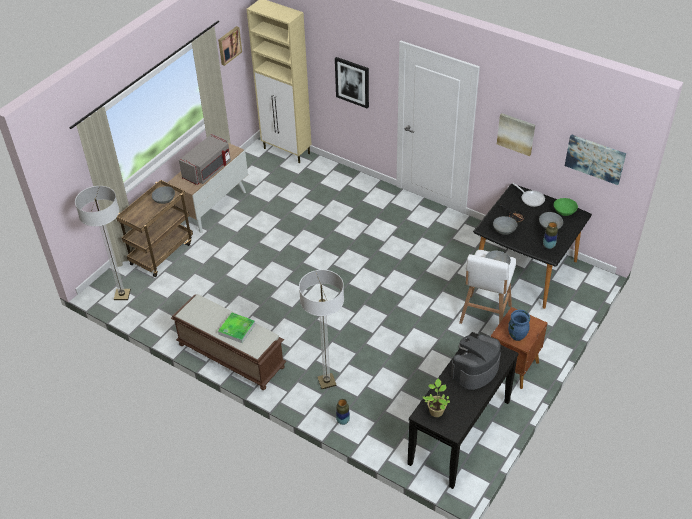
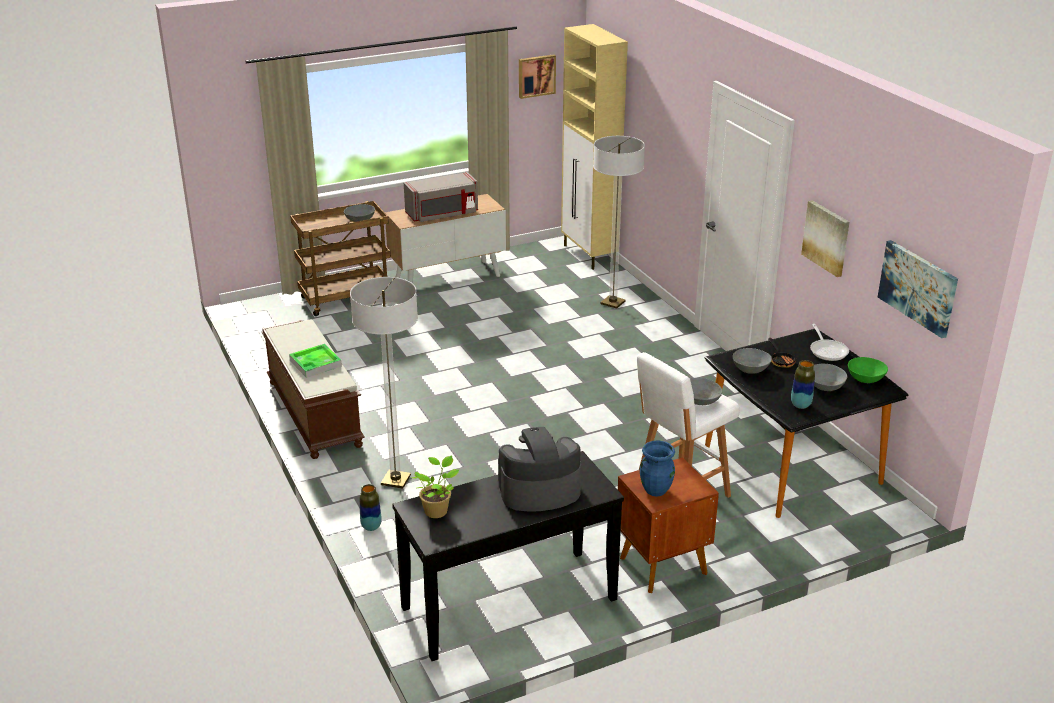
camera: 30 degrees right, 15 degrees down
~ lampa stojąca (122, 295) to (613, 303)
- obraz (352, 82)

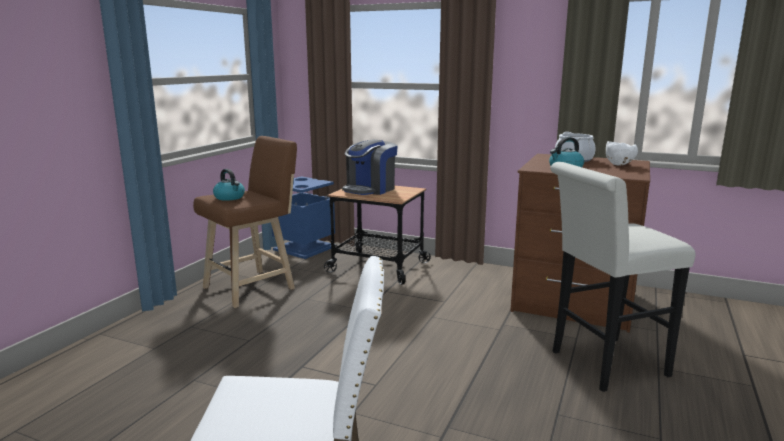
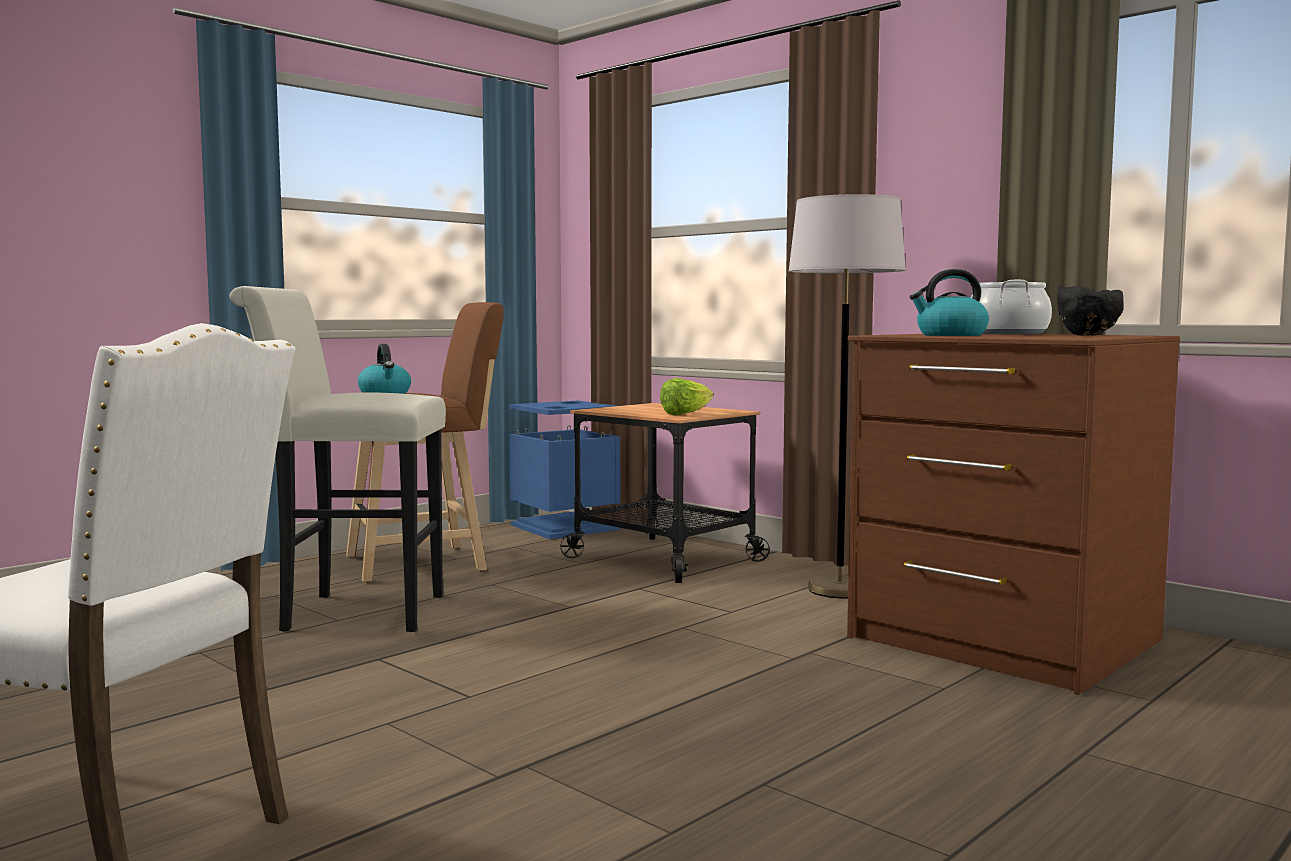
camera: 20 degrees right, 10 degrees down
~ stołek/biały (602, 365) to (351, 613)
+ sałata (685, 414)
+ lampa stojąca/szary (840, 590)
~ miska/biały (619, 164) to miska/czarny (1088, 335)
- ekspres do kawy (370, 189)

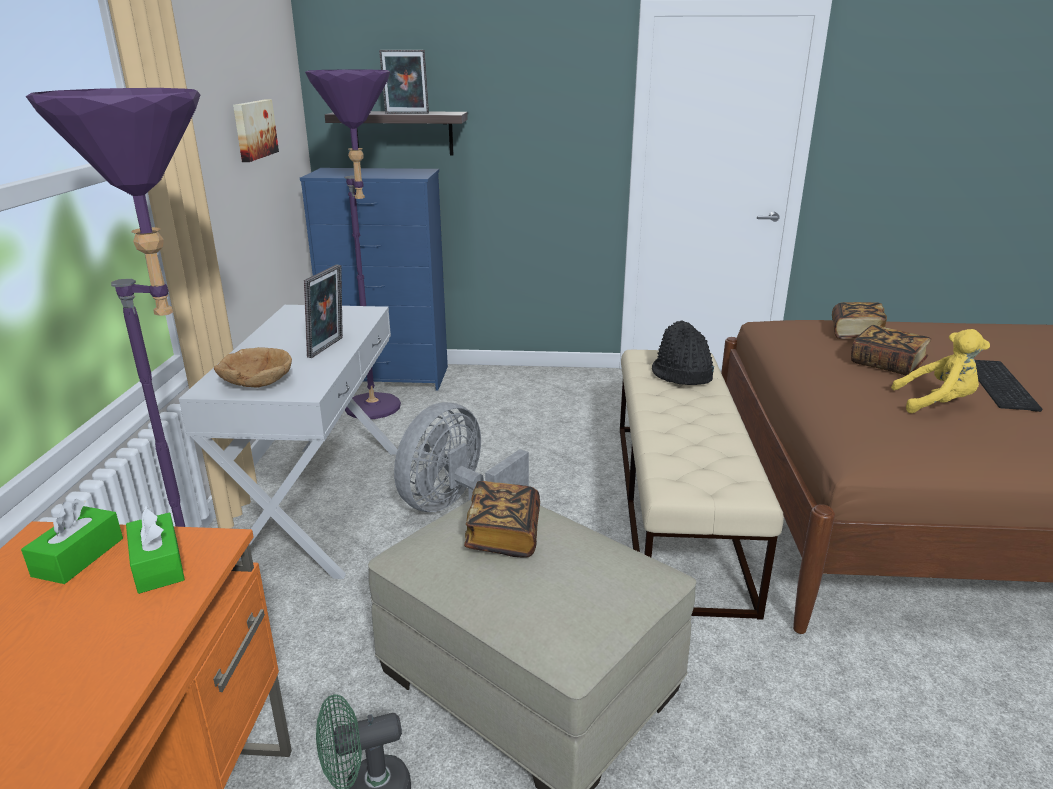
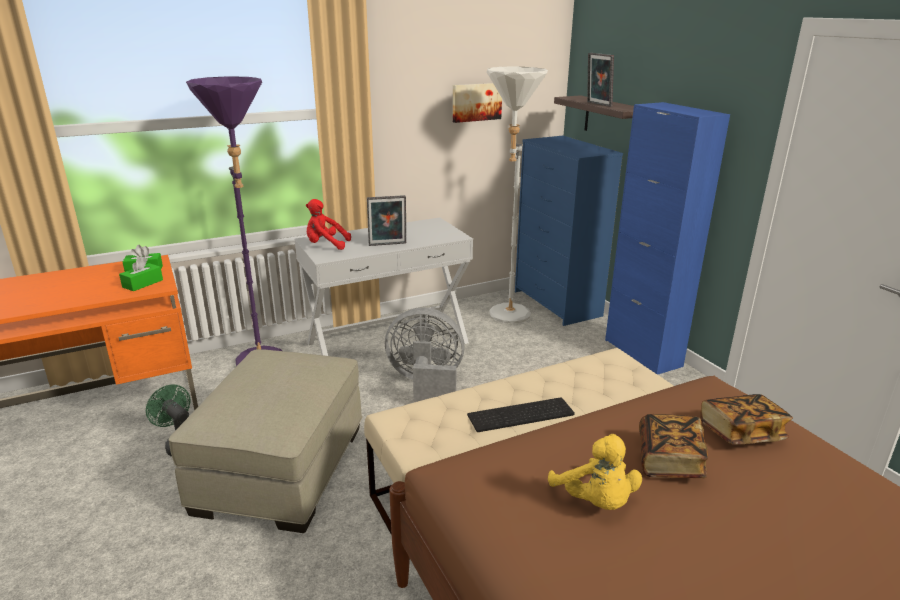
camera: 60 degrees right, 0 degrees up
~ miska/brązowy (256, 382) to pluszak/czerwony (325, 245)
~ klawiatura (1002, 385) to (520, 416)
~ lampa stojąca/fioletowy (378, 412) to lampa stojąca/biały (506, 318)
+ szafka/niebieski (642, 353)
- książka (503, 535)
- kapelusz/czarny (681, 375)

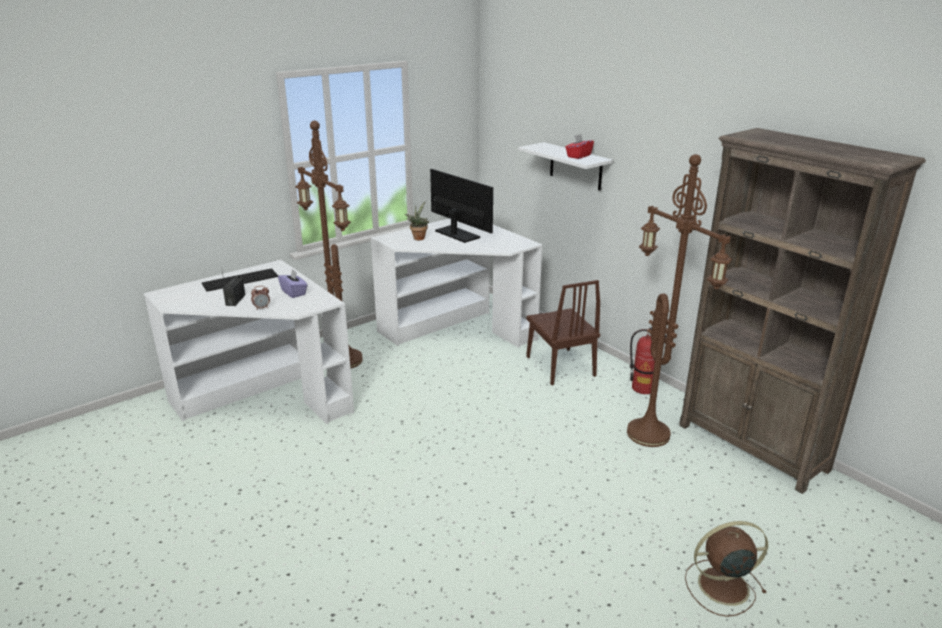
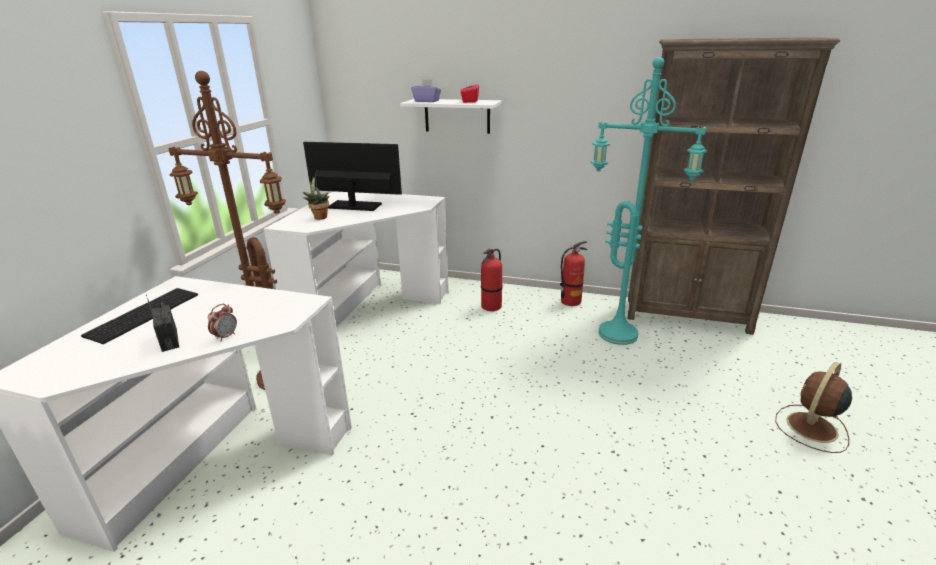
camera: 35 degrees left, 0 degrees up
~ pudełko chusteczek/fioletowy (294, 292) to (427, 101)
~ krzesło/brązowy (560, 366) to gaśnica (491, 306)
~ lampa stojąca/brązowy (651, 434) to lampa stojąca/turkusowy (620, 333)

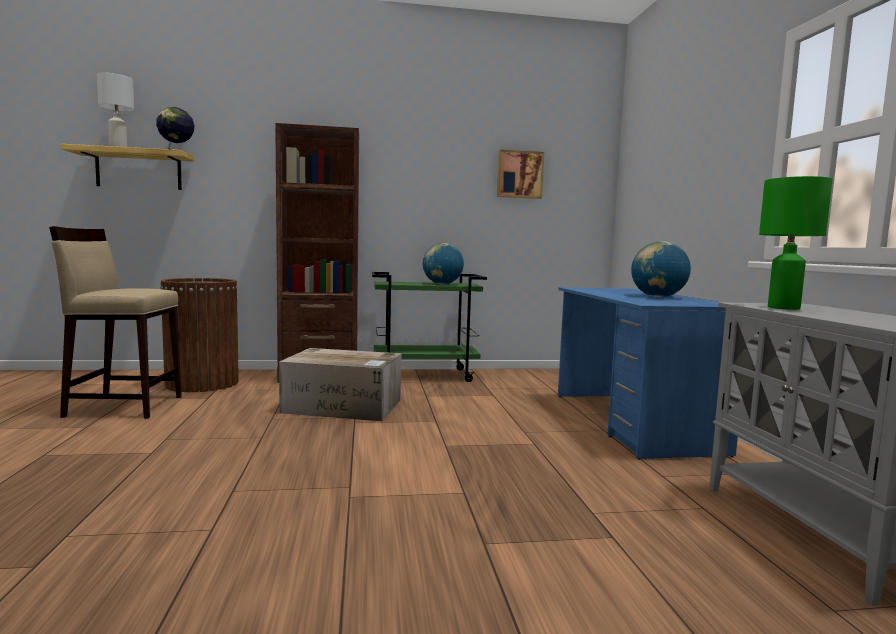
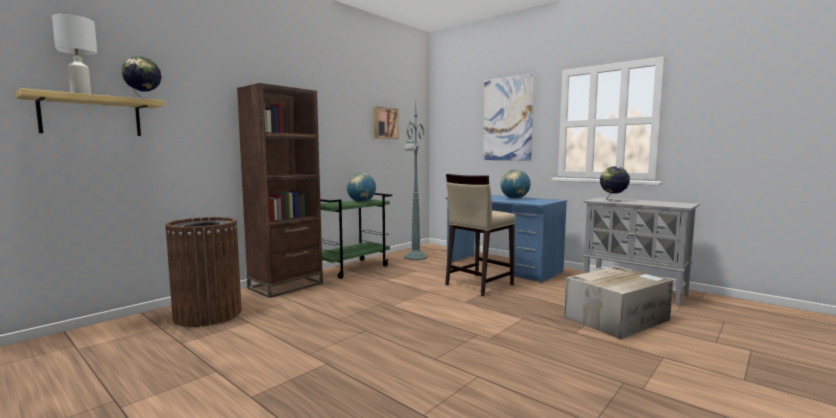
camera: 40 degrees left, 0 degrees up
+ lampa stojąca/zielony (415, 257)
~ stołek/beżowy (124, 406) to (478, 284)
+ obraz (507, 119)
~ karton (344, 406) to (617, 318)
~ lampa stołowa/zielony (784, 308) to globus (613, 201)

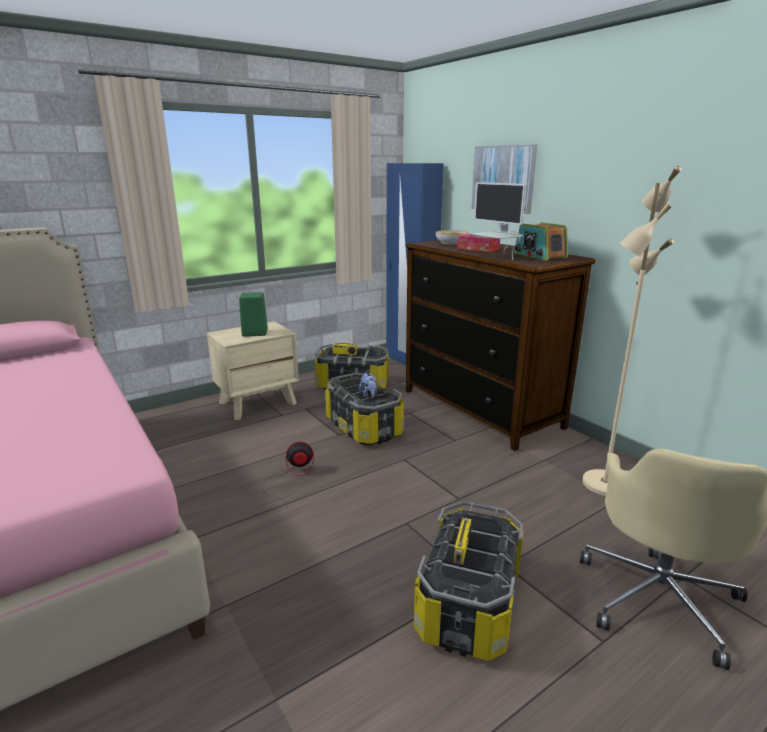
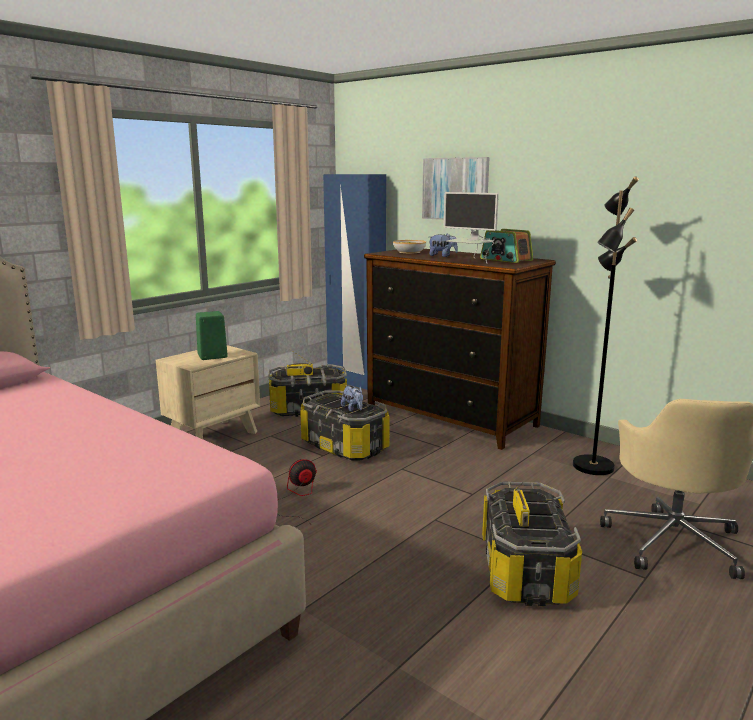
camera: 15 degrees left, 5 degrees down
~ pudełko chusteczek (478, 249) to pluszak (442, 256)
~ lampa stojąca/beżowy (603, 483) to lampa stojąca/czarny (591, 466)

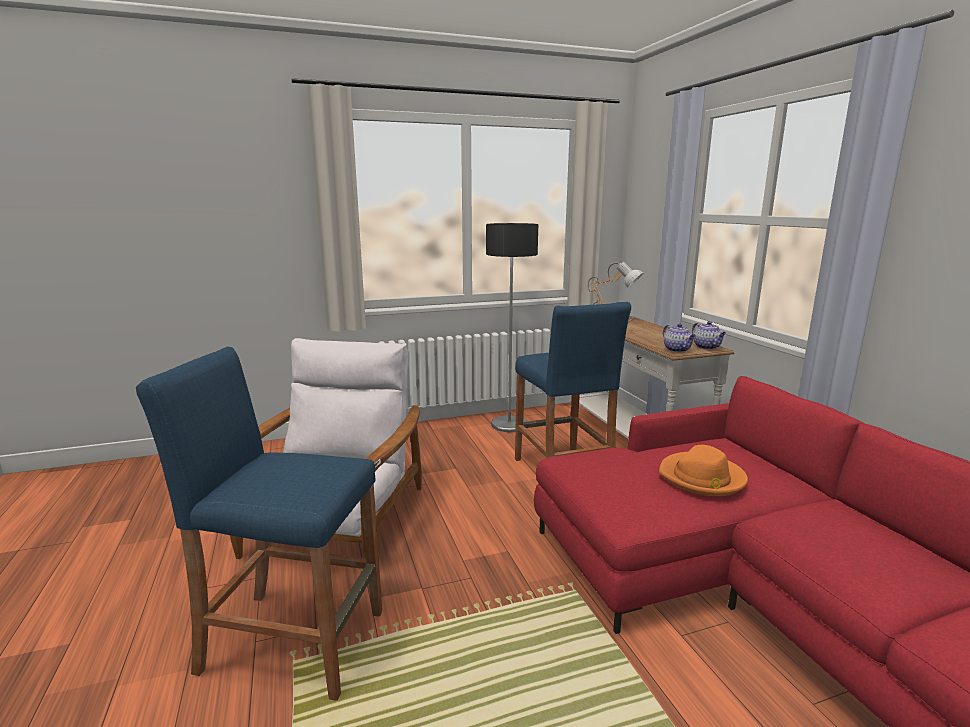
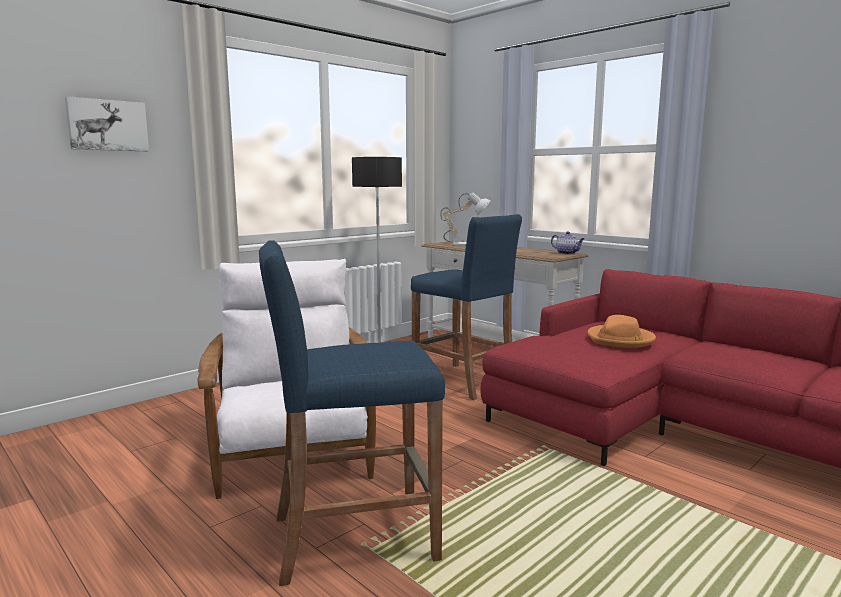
camera: 25 degrees left, 5 degrees down
+ obraz (107, 125)
- imbryk (677, 350)

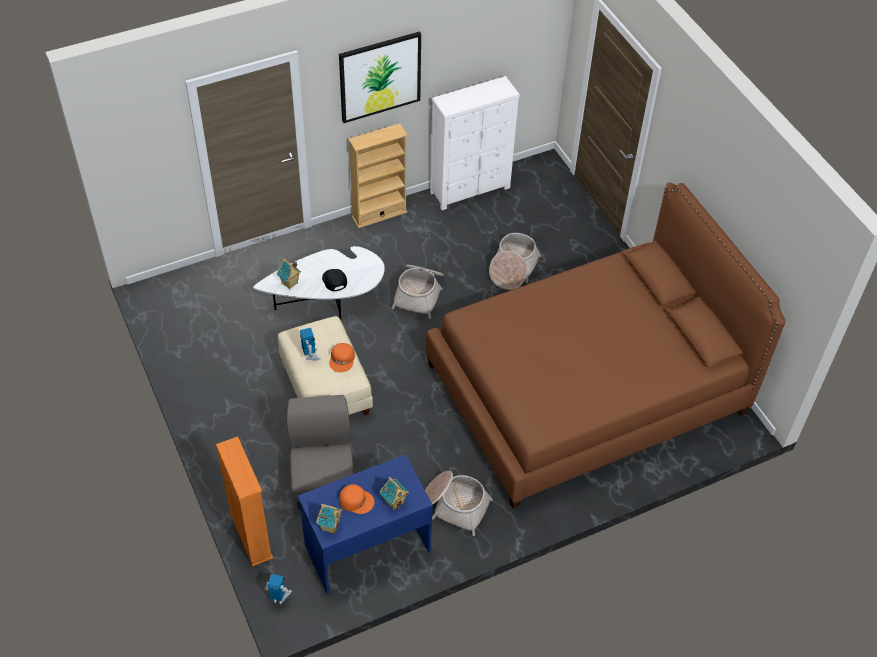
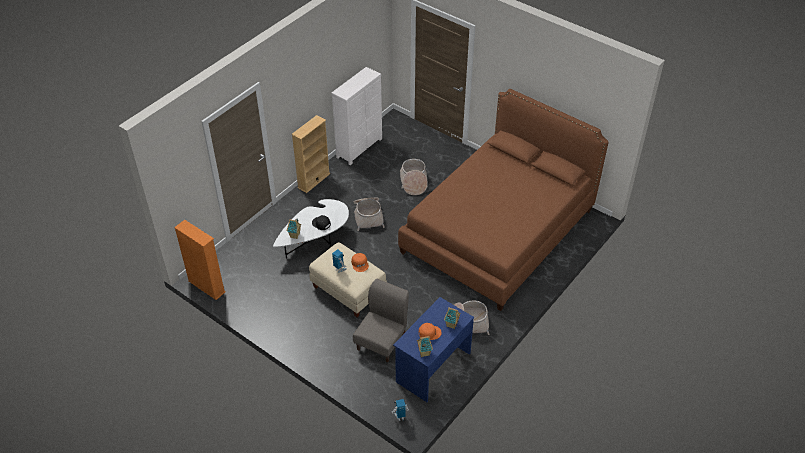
camera: 25 degrees left, 5 degrees down
~ regał/pomarańczowy (251, 536) to (206, 286)
~ krzesło/szary (323, 481) = (382, 341) 60 degrees clockwise
- obraz (380, 76)

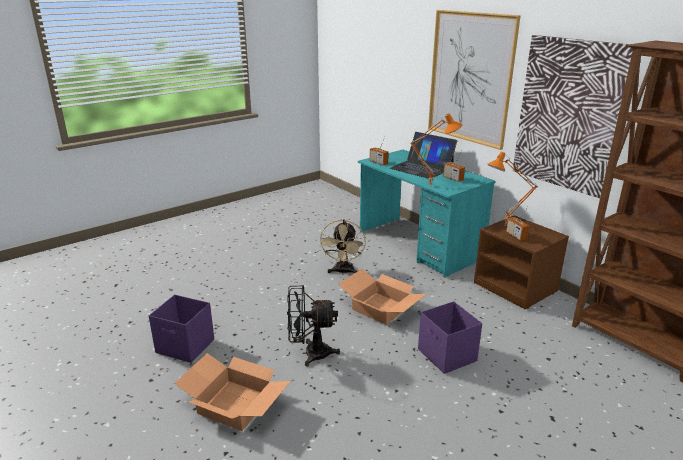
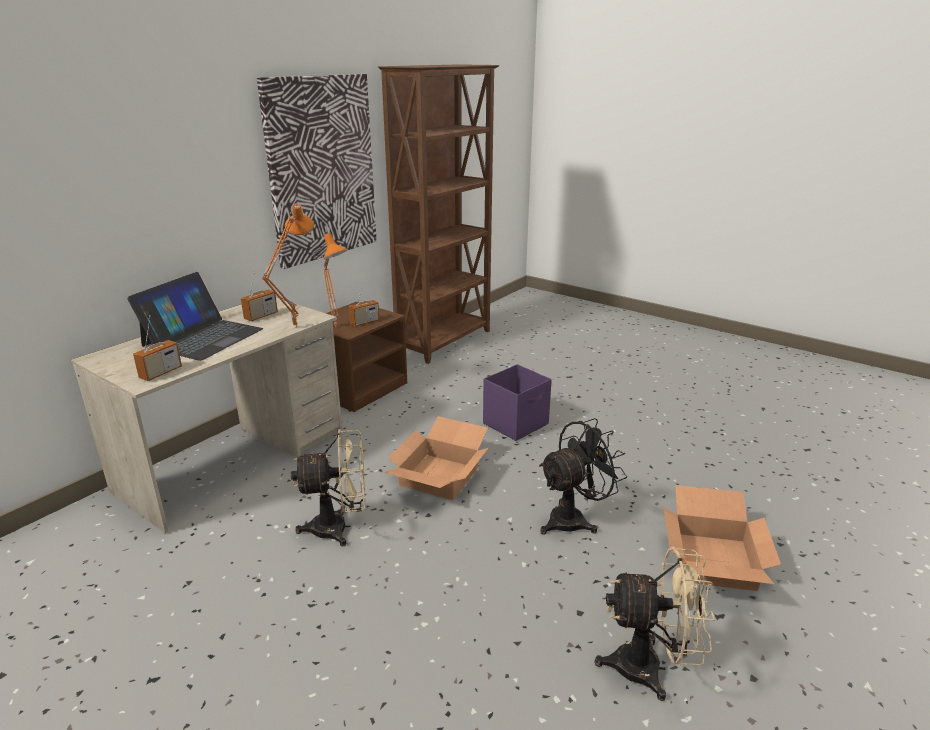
camera: 105 degrees left, 0 degrees up
~ biurko/turkusowy (418, 245) to biurko/beżowy (235, 461)
~ wentylator/czarny (310, 353) = (574, 519) 105 degrees counterclockwise
~ pojemnik do przechowywania/fioletowy (185, 346) to wentylator/beżowy (650, 668)
- obraz (470, 78)

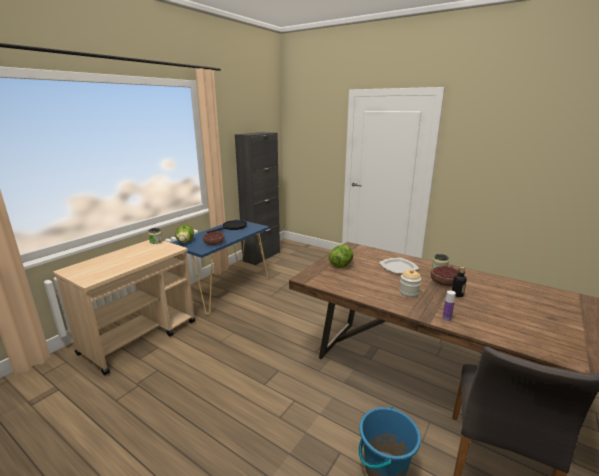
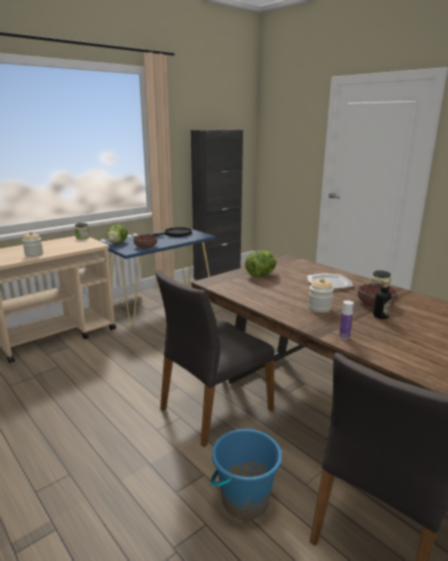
camera: 15 degrees right, 0 degrees up
+ słoik (34, 254)
+ krzesło/szary (214, 408)

